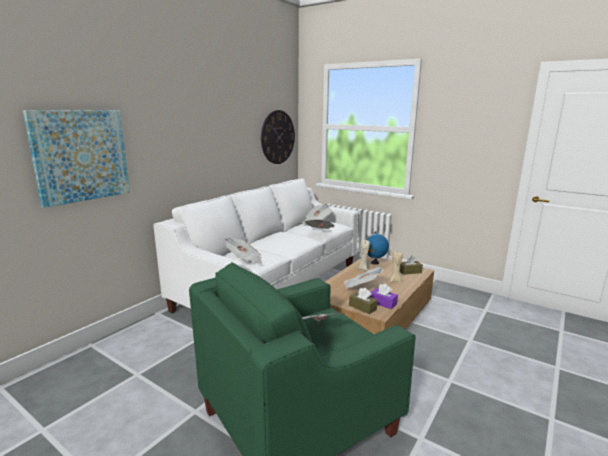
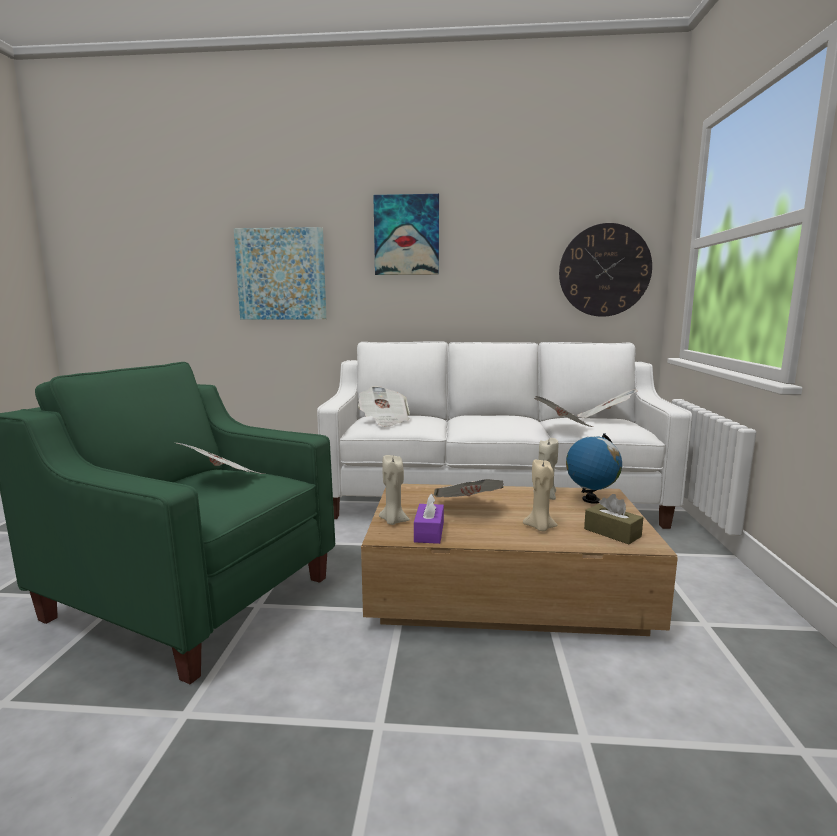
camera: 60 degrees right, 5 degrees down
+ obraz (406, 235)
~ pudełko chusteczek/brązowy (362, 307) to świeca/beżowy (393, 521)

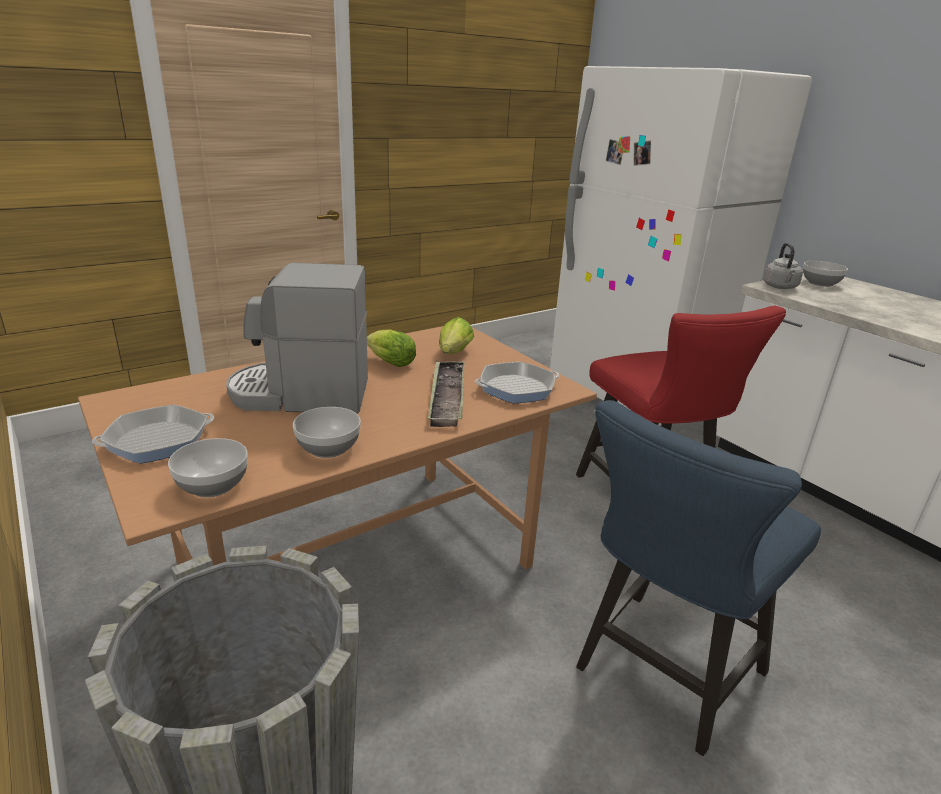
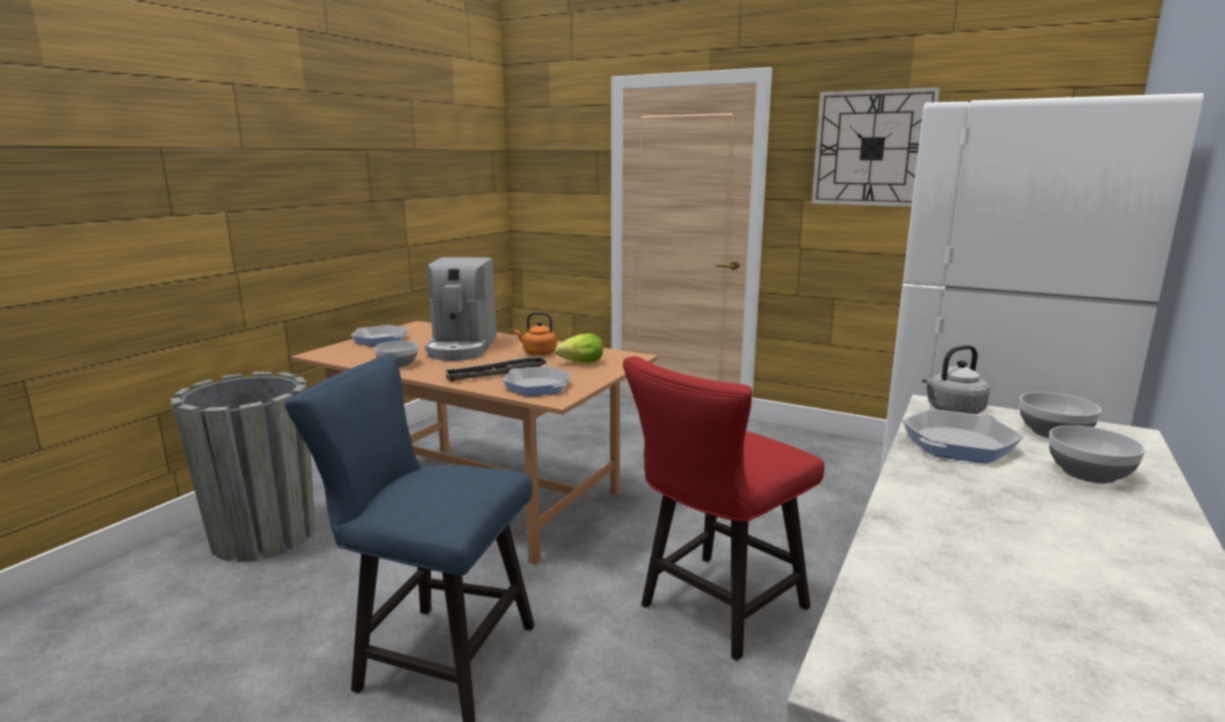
camera: 65 degrees right, 10 degrees down
~ ekspres do kawy (301, 394) = (462, 347) 150 degrees counterclockwise
~ sałata (388, 362) to czajnik/pomarańczowy (538, 353)
+ zegar ścienny (872, 148)
+ patelnia (958, 444)
~ miska (214, 485) to (1090, 474)

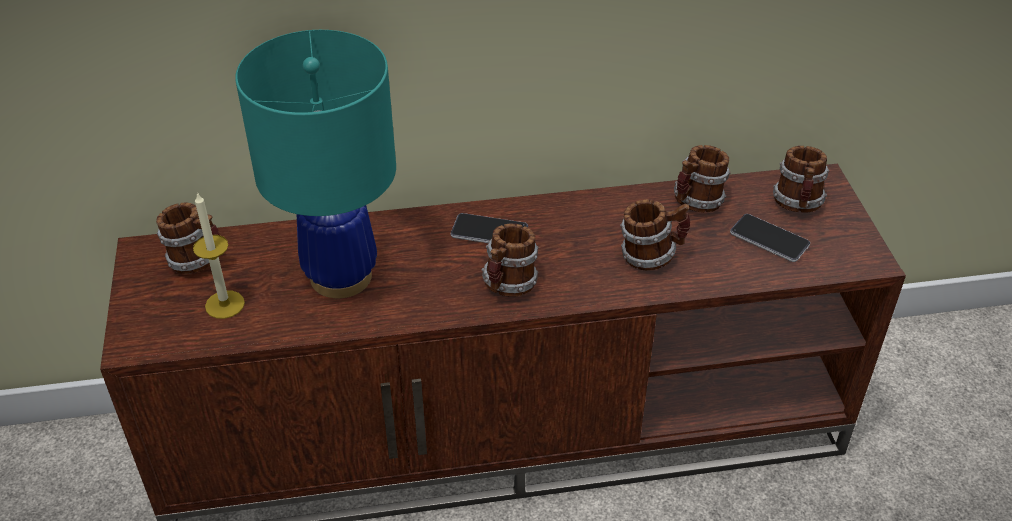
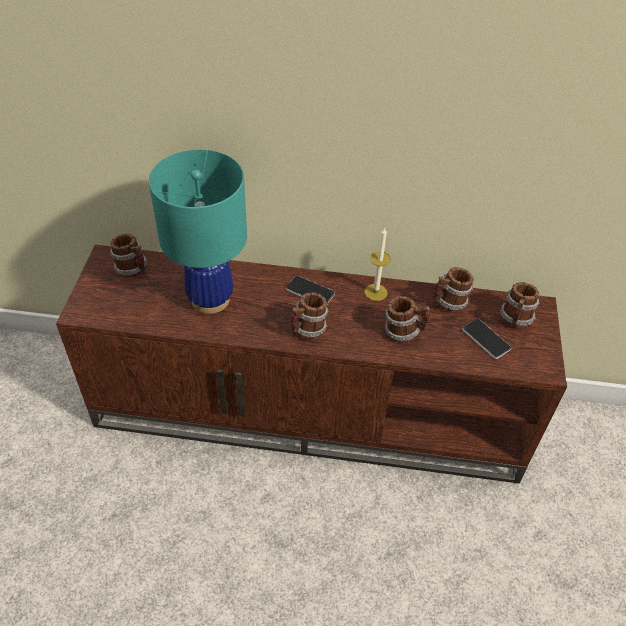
camera: 15 degrees right, 5 degrees up
~ świeca (225, 304) to (375, 292)

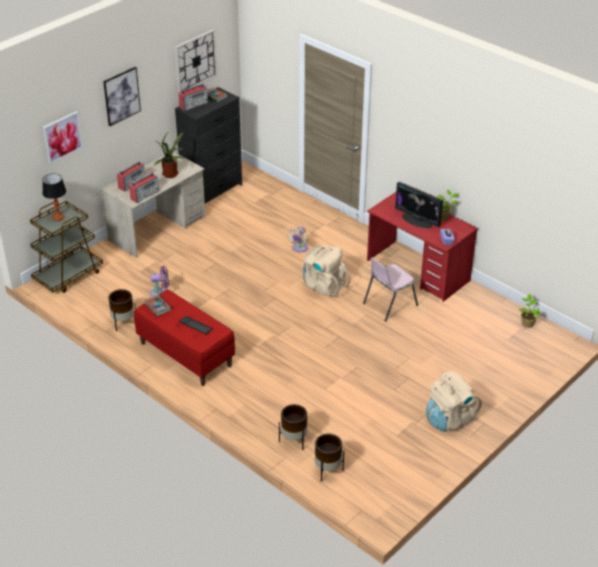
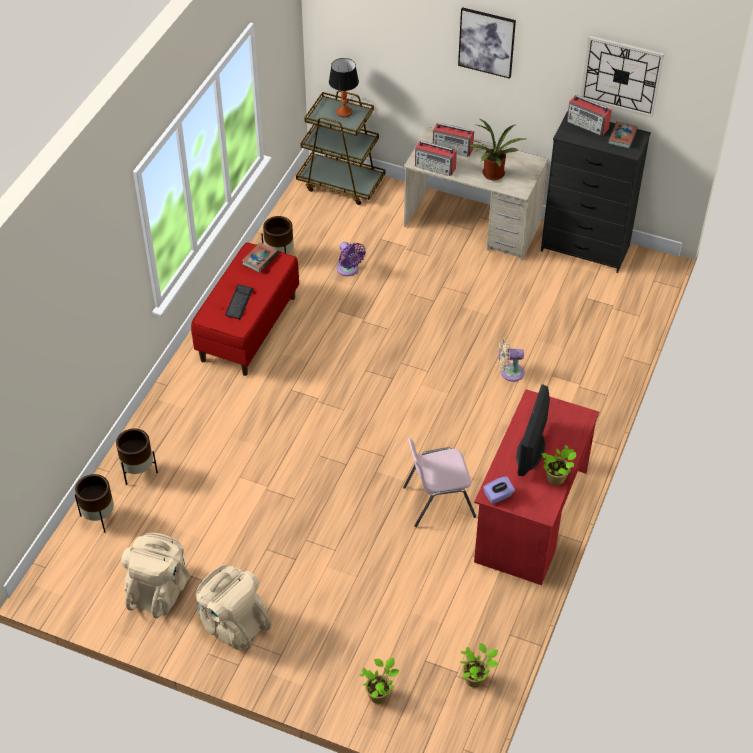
camera: 70 degrees right, 10 degrees up
~ plecak/beżowy (324, 285) to (159, 590)
+ roślina doniczkowa (379, 694)
~ krzesło/różowy (389, 304) = (437, 501) 45 degrees counterclockwise
- obraz (62, 137)

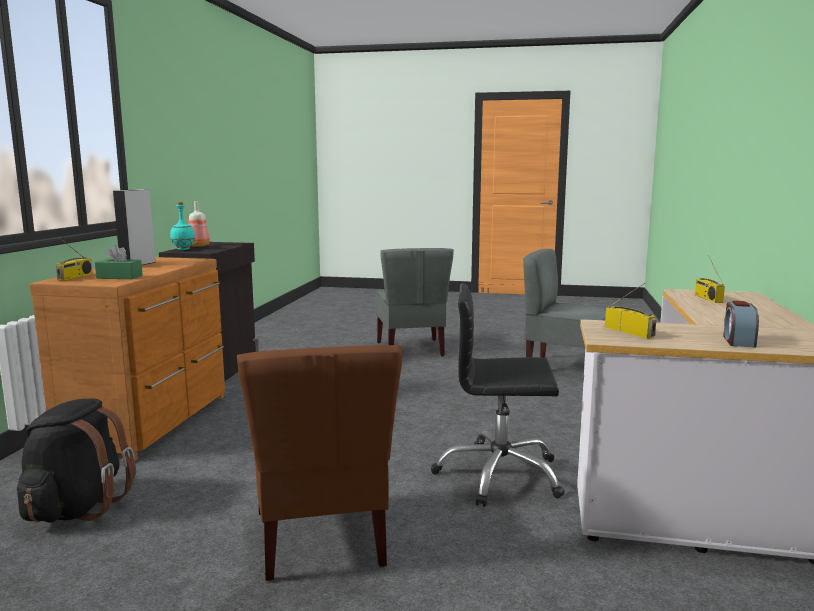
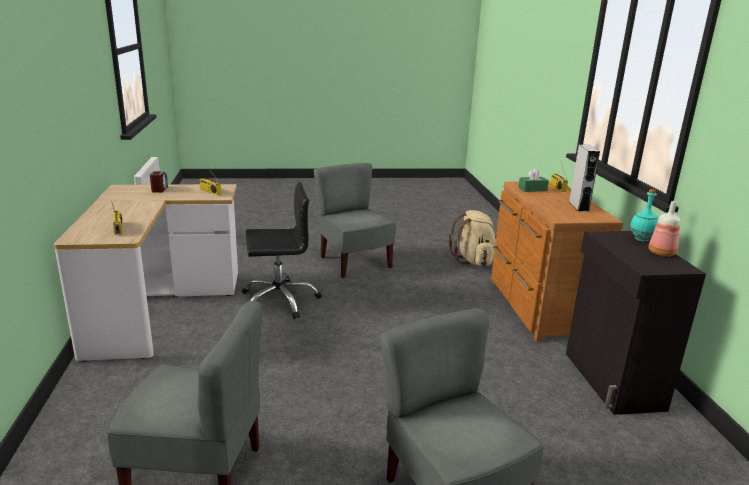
camera: 160 degrees right, 10 degrees up
~ krzesło/brązowy (322, 538) to krzesło/szary (354, 263)
~ plecak/czarny (78, 507) to plecak/beżowy (473, 260)

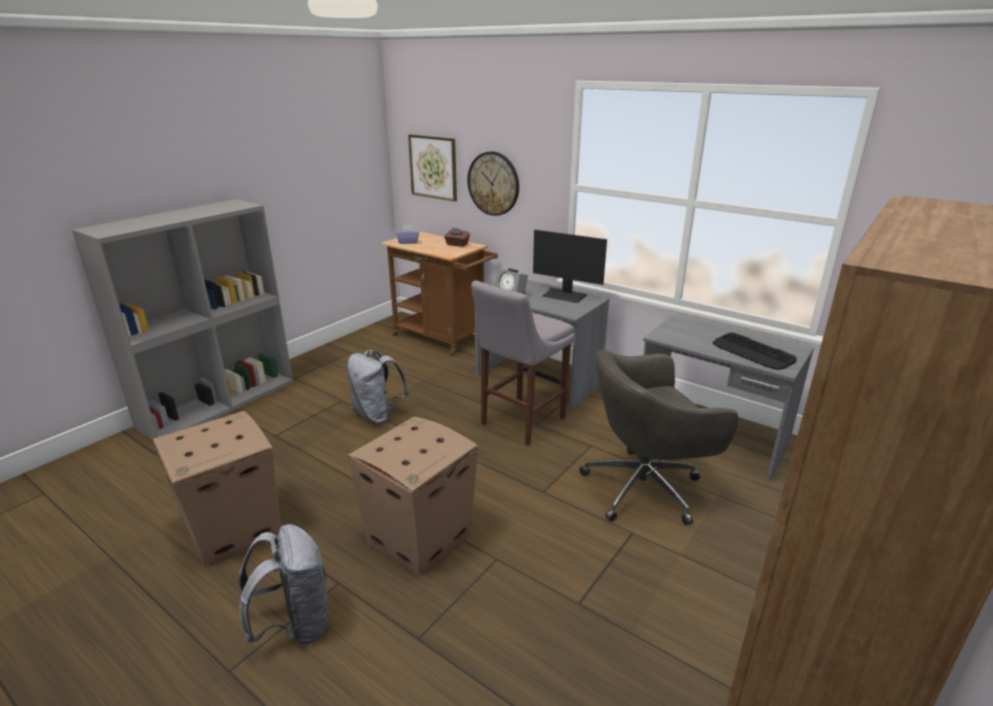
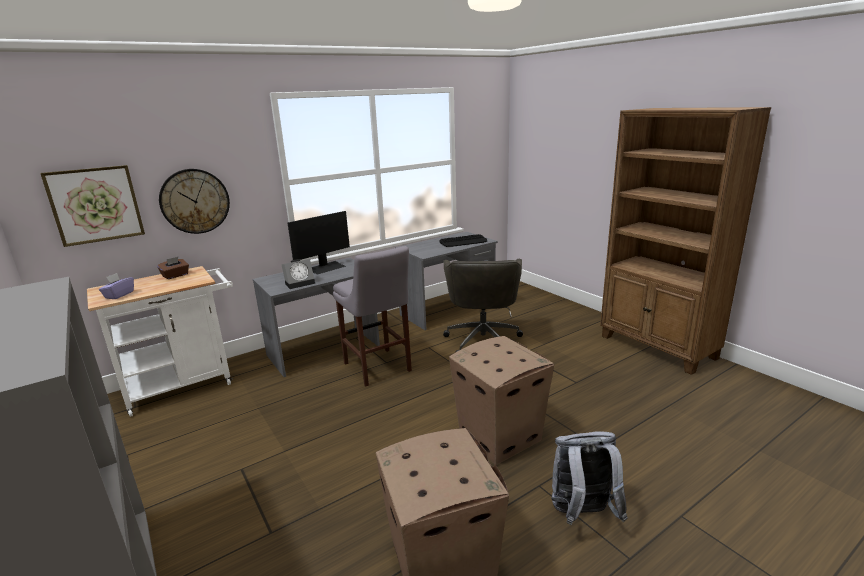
camera: 70 degrees left, 5 degrees down
~ wózek/brązowy (443, 339) to wózek/biały (186, 385)
- plecak/szary (377, 415)

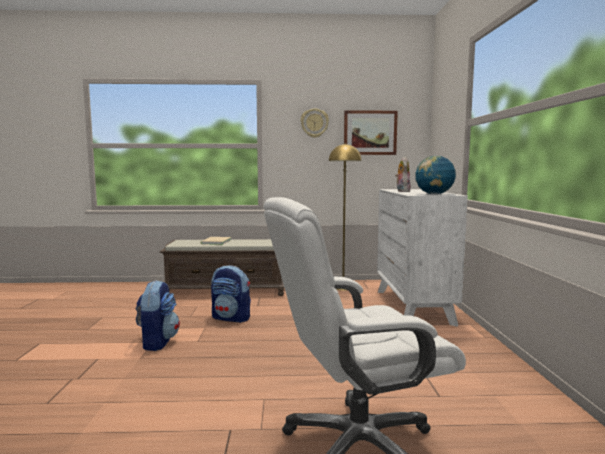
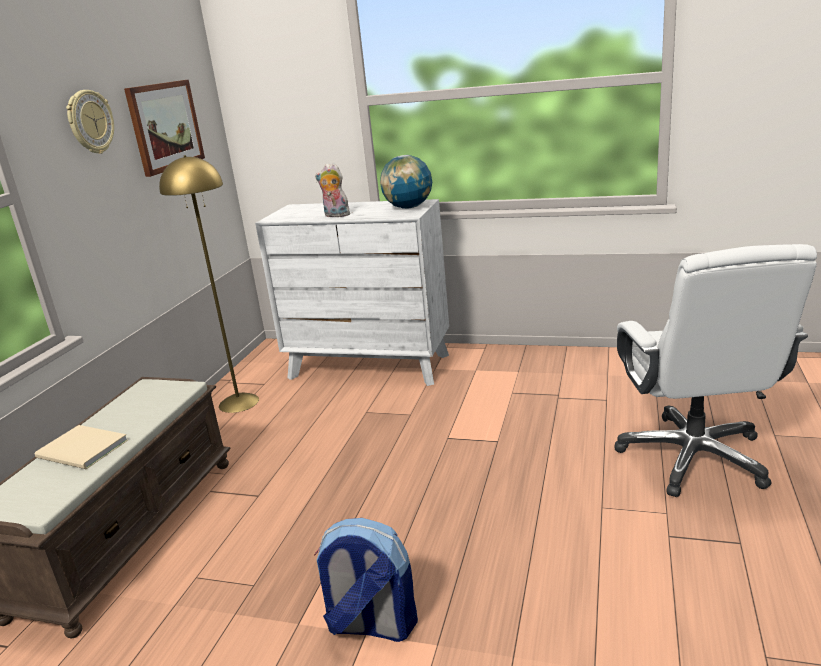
camera: 70 degrees left, 15 degrees up
- plecak (231, 318)

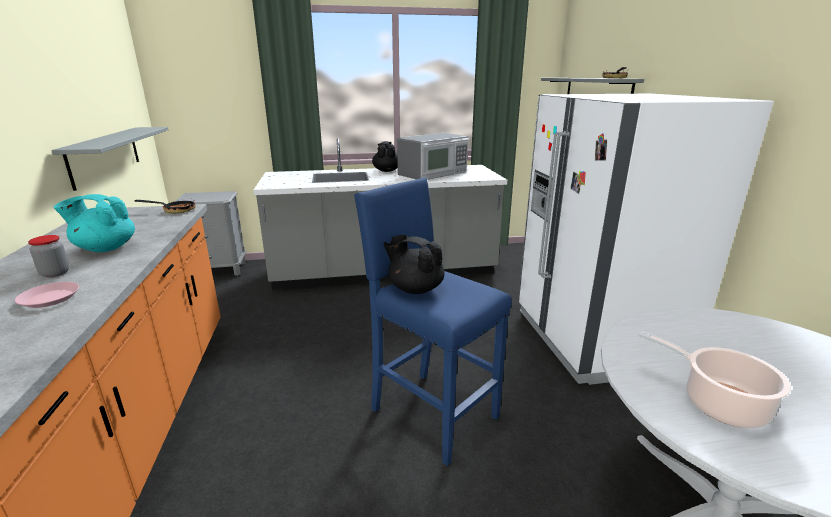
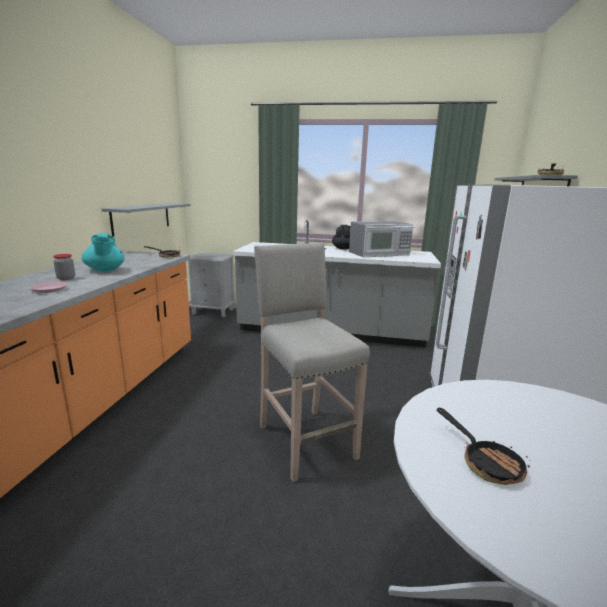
camera: 20 degrees right, 5 degrees down
~ imbryk/turkusowy (105, 248) = (105, 270) 135 degrees counterclockwise
~ stołek/niebieski (431, 412) to stołek/beżowy (305, 440)
~ garnek (718, 403) to patelnia (485, 462)
- imbryk/czarny (415, 289)

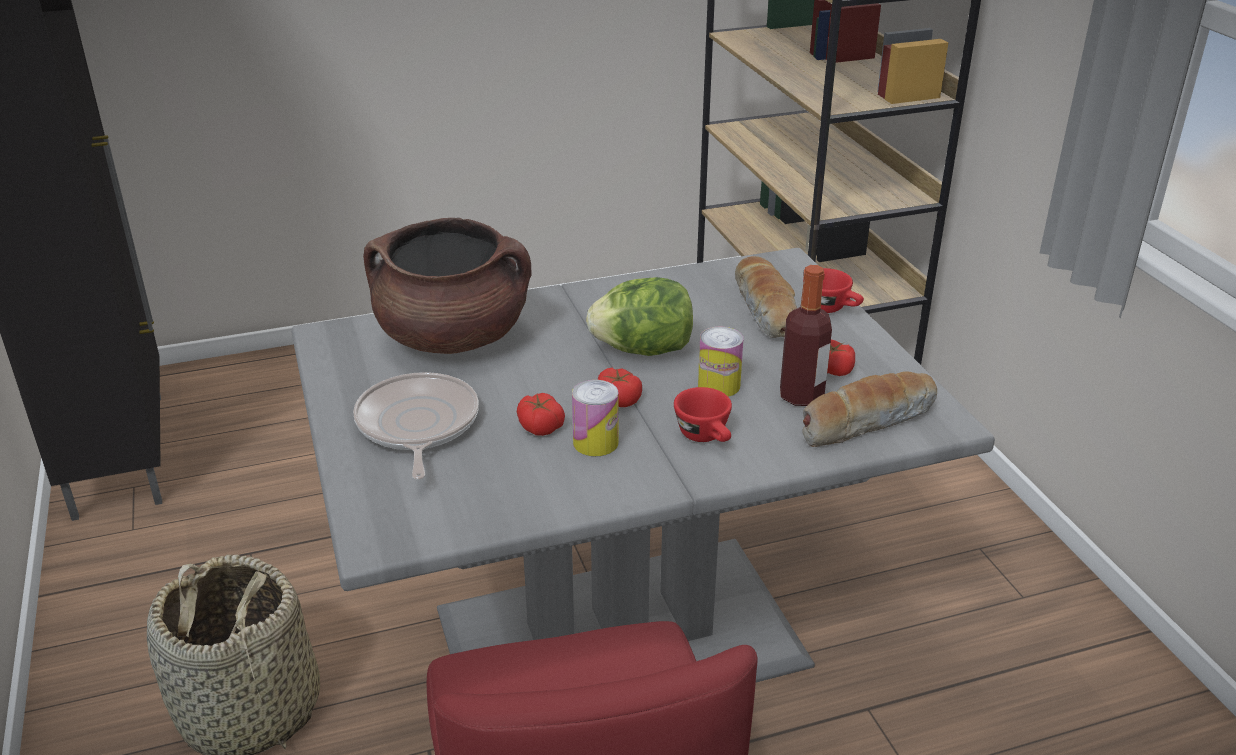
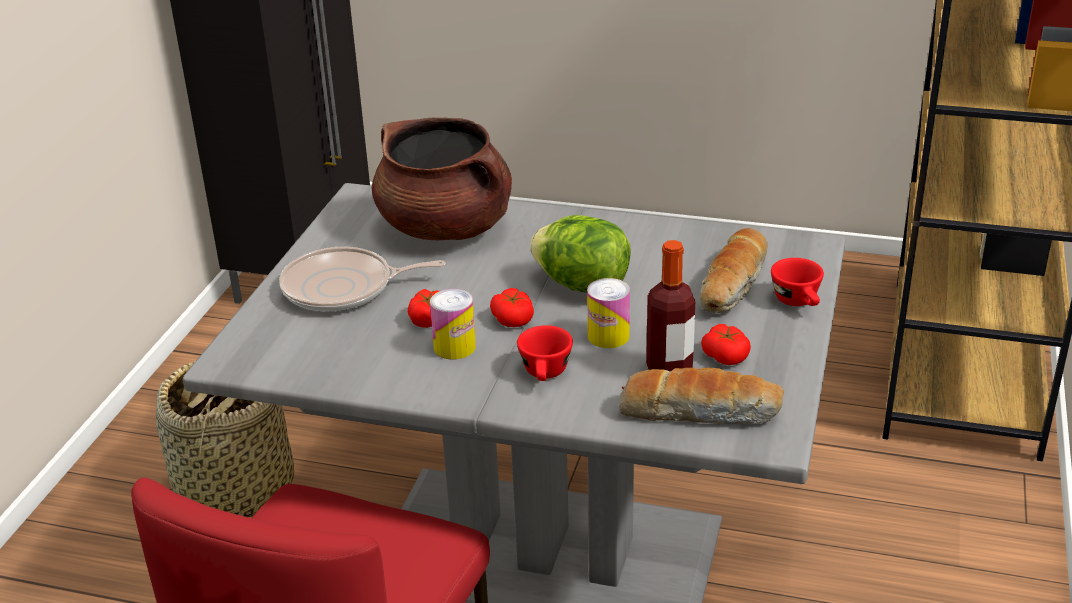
camera: 35 degrees right, 0 degrees up
~ patelnia (417, 426) = (343, 288) 120 degrees counterclockwise

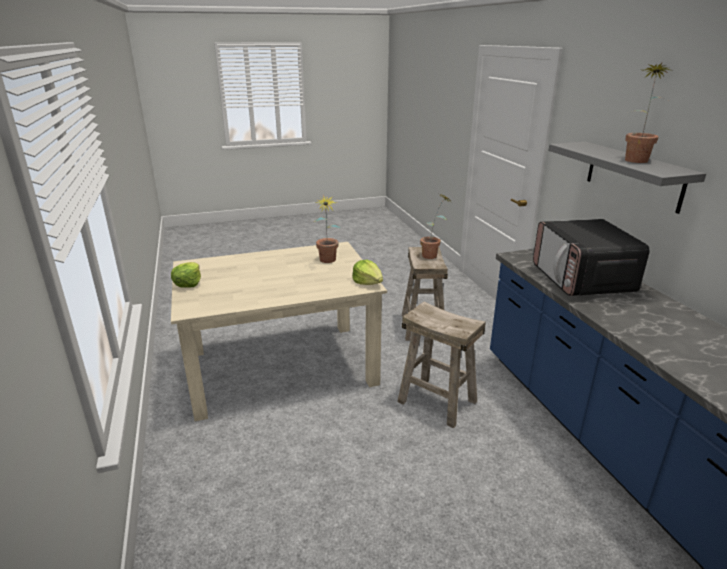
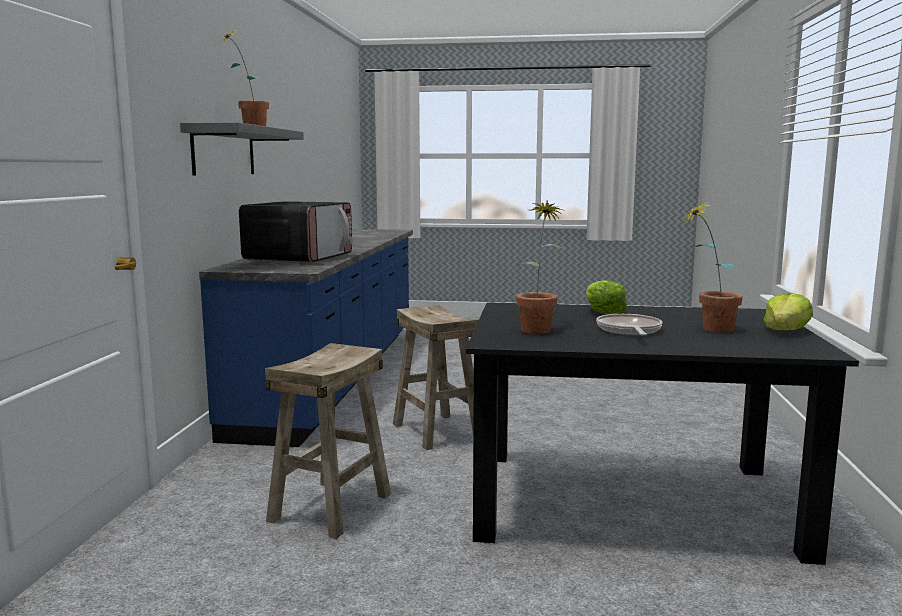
camera: 155 degrees left, 15 degrees down
~ stół jadalny/beżowy (282, 366) to stół jadalny/czarny (629, 501)
~ sałata (368, 282) to (603, 312)
+ patelnia (629, 331)
~ roślina doniczkowa (433, 255) to (708, 329)

